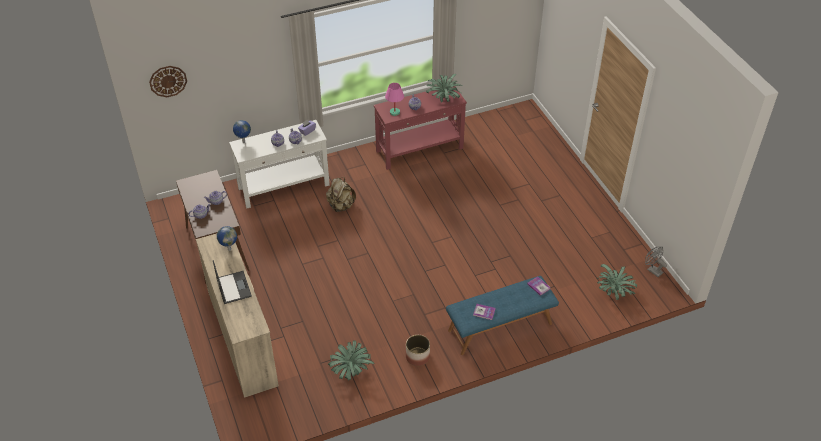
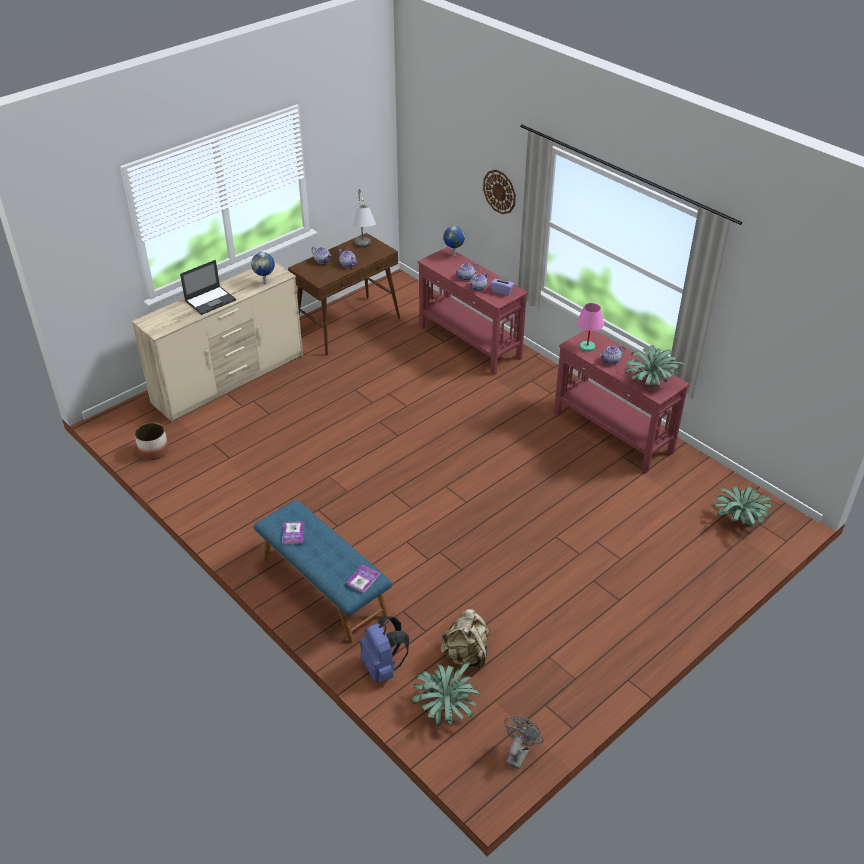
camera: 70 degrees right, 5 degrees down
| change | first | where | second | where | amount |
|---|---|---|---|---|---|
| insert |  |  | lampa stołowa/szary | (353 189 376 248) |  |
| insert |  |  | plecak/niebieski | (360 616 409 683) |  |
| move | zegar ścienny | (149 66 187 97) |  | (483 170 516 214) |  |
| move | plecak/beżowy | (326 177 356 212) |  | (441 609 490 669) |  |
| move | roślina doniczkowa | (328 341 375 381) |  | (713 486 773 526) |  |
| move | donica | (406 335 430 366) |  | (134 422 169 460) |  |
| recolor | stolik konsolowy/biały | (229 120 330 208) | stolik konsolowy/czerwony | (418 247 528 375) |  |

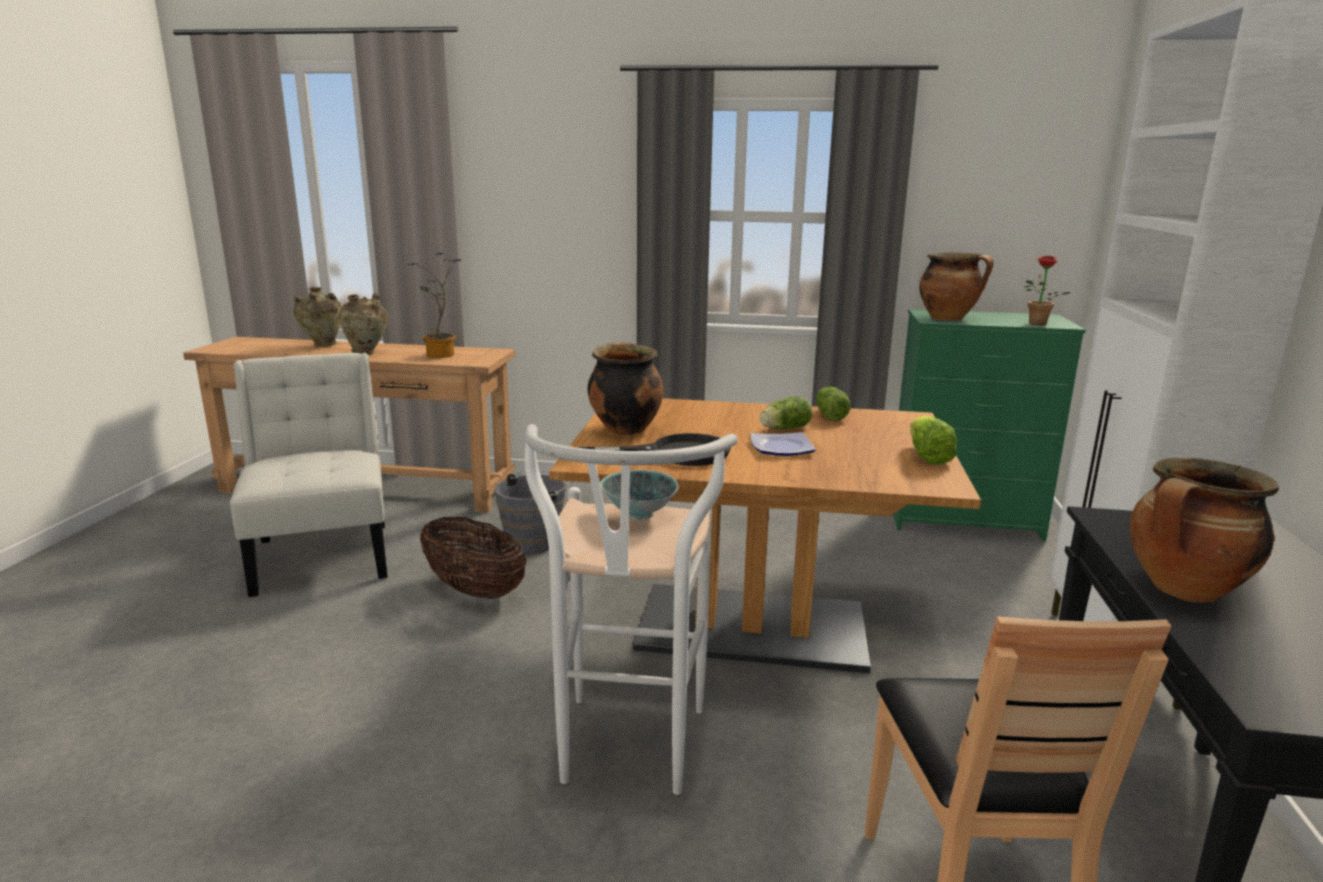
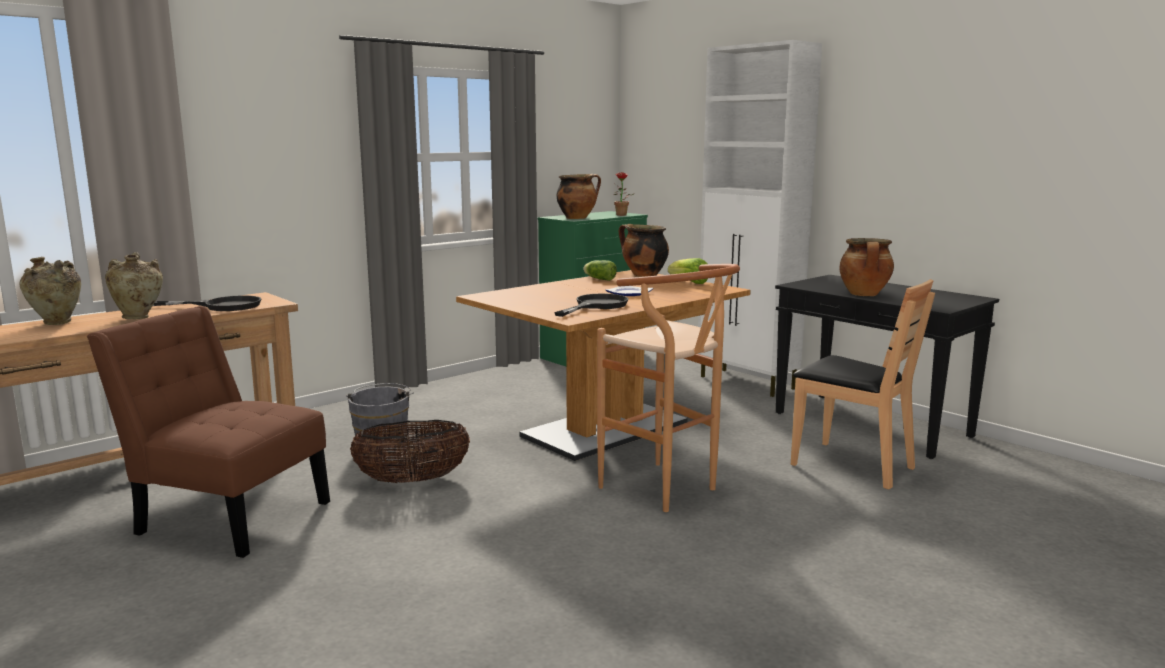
camera: 50 degrees left, 5 degrees down
| change | first | where | second | where | amount |
|---|---|---|---|---|---|
| delete | miska | (600 470 678 520) |  |  |  |
| delete | sałata | (759 396 812 429) |  |  |  |
| move | garnek | (587 342 663 436) |  | (618 224 669 277) |  |
| replace | roślina doniczkowa | (406 252 461 358) | patelnia/czarny | (154 295 261 311) |  |
| recolor | krzesło/biały | (230 353 388 597) | krzesło/brązowy | (87 306 330 558) |  |
| recolor | stołek/biały | (525 424 738 795) | stołek/brązowy | (597 264 740 512) |  |

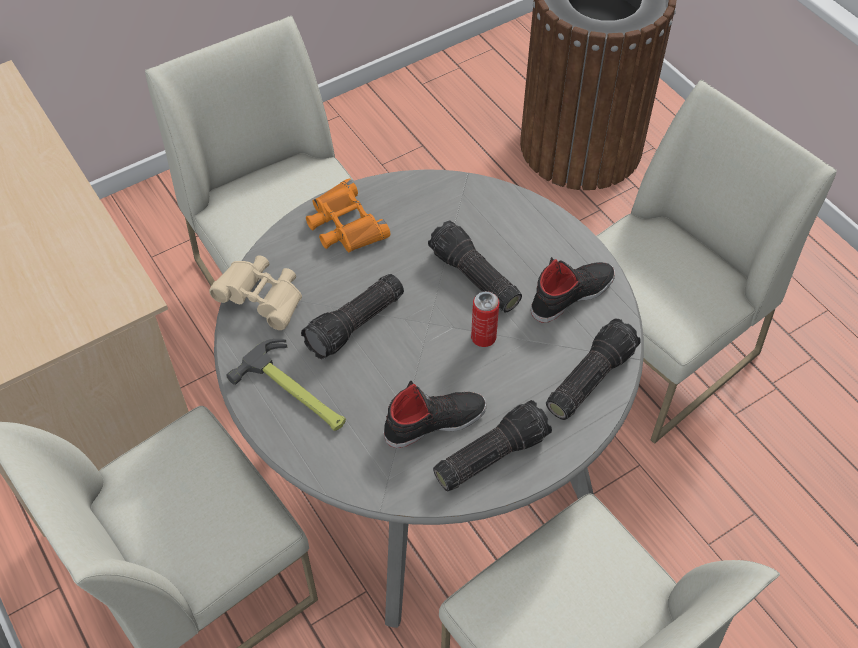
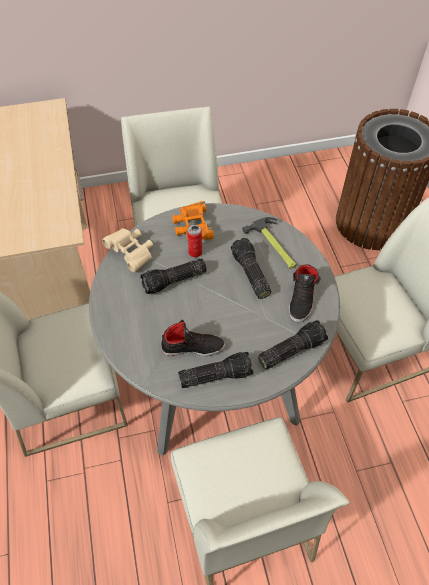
camera: 20 degrees right, 0 degrees up
| change | first | where | second | where | amount |
|---|---|---|---|---|---|
| move | młotek | (226 339 346 431) |  | (242 217 297 269) |  |
| move | puszka | (471 291 499 347) |  | (187 225 202 257) |  |
| rotate | but/czarny | (531 257 615 322) |  | (289 264 321 322) | 120 degrees clockwise |

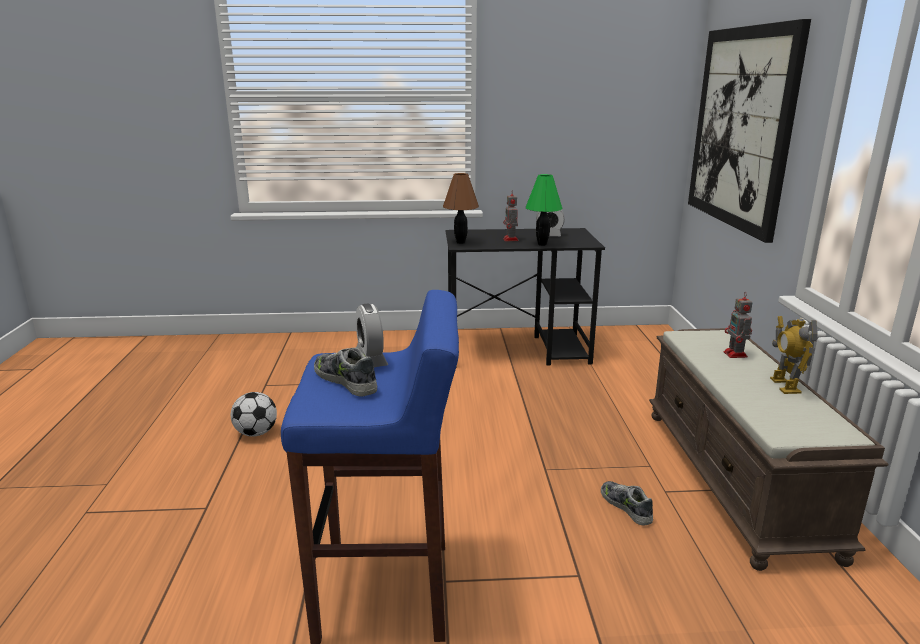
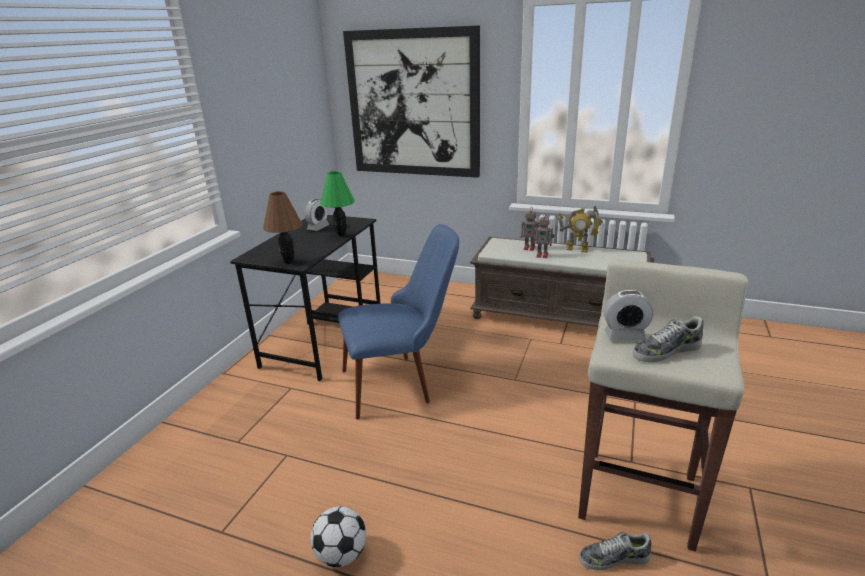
camera: 65 degrees left, 5 degrees up
| change | first | where | second | where | amount |
|---|---|---|---|---|---|
| insert |  |  | krzesło/niebieski | (338 224 459 419) |  |
| move | robot zabawkowy | (503 190 519 241) |  | (534 215 554 258) |  |
| move | but | (601 481 653 525) |  | (579 532 651 570) |  |
| recolor | stołek/niebieski | (281 290 459 644) | stołek/beżowy | (578 259 748 551) |  |

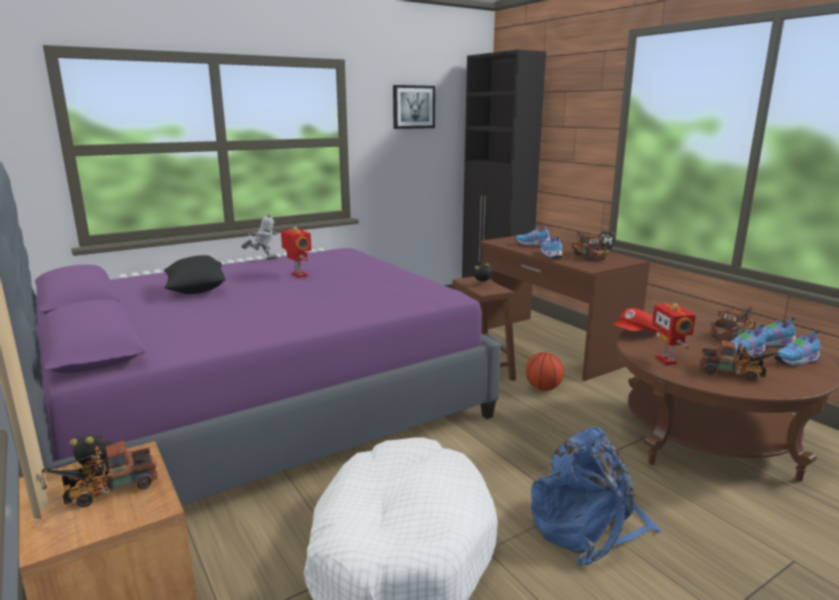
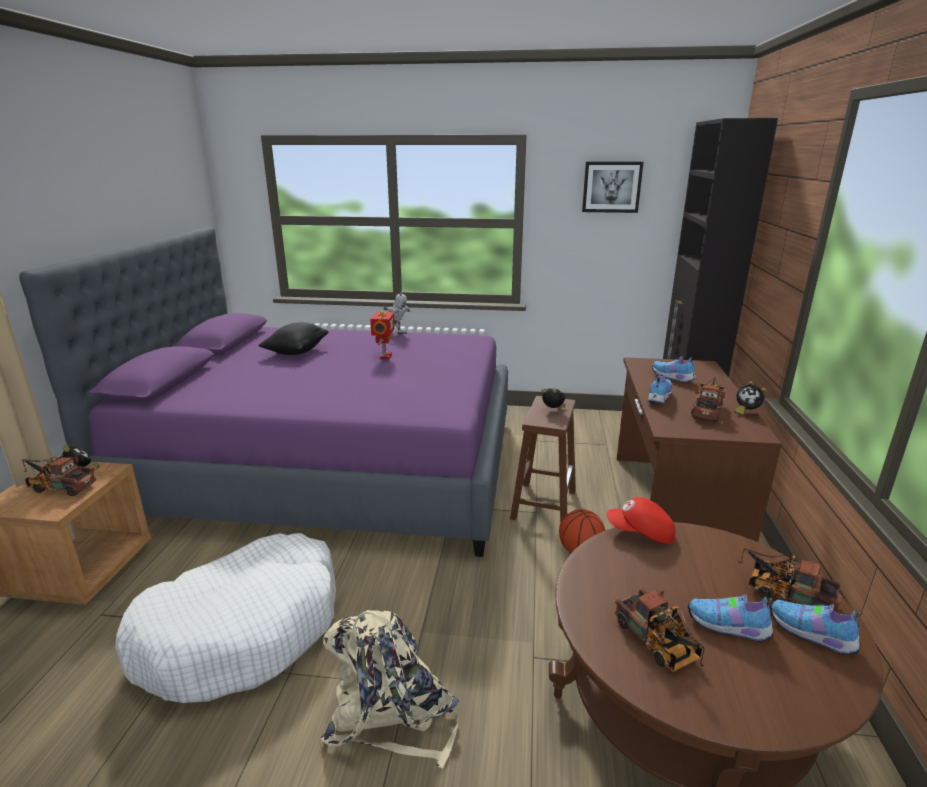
camera: 40 degrees right, 5 degrees up
| change | first | where | second | where | amount |
|---|---|---|---|---|---|
| delete | robot zabawkowy | (652 303 696 365) |  |  |  |
| delete | but | (774 331 821 366) |  |  |  |
| recolor | plecak/niebieski | (531 427 662 565) | plecak/beżowy | (321 610 459 769) |  |
| rotate | ciężarówka zabawkowa | (710 306 756 341) |  | (738 548 842 612) | 150 degrees counterclockwise |

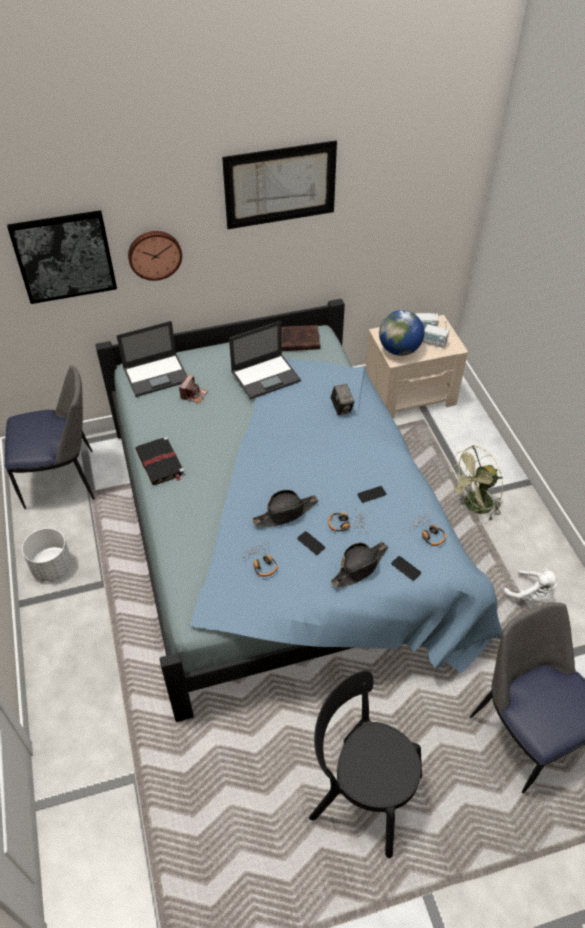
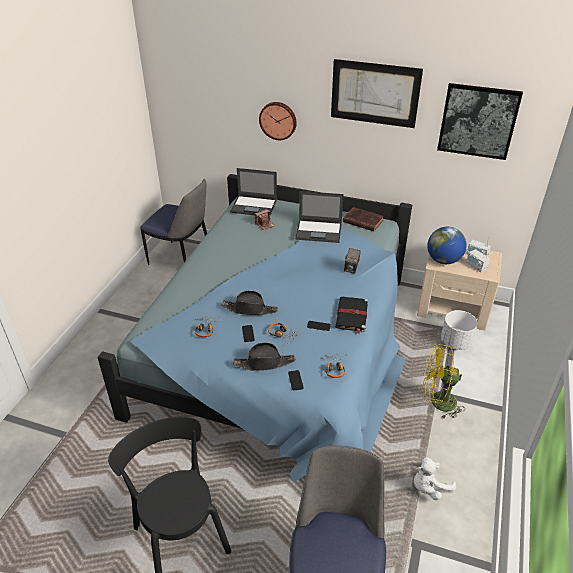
camera: 35 degrees right, 10 degrees down
| change | first | where | second | where | amount |
|---|---|---|---|---|---|
| move | obraz | (7 210 117 304) |  | (437 83 523 160) |  |
| move | donica/biały | (22 528 72 581) |  | (441 310 478 350) |  |
| move | książka/czarny | (135 436 185 485) |  | (335 297 368 334) |  |
| recolor | wentylator/zielony | (450 445 503 522) | wentylator/żółty | (423 344 465 418) |  |
| rotate | pluszak/biały | (503 568 557 604) |  | (414 458 456 500) | 75 degrees clockwise |

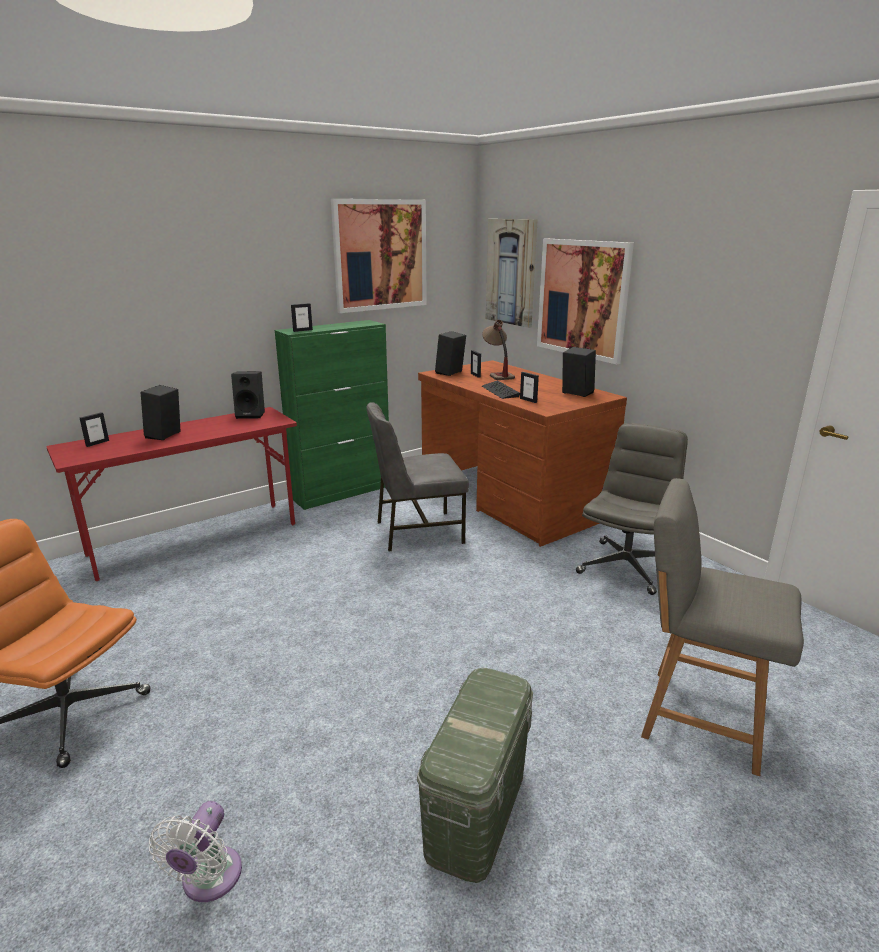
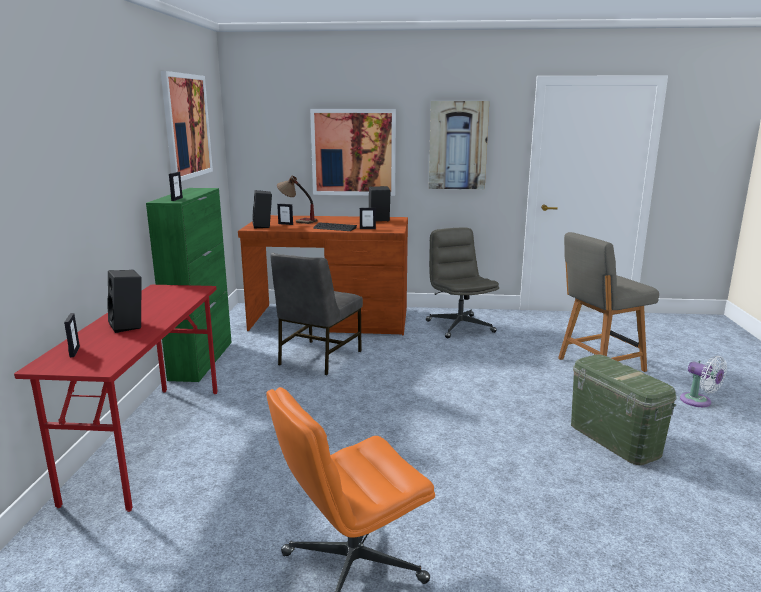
camera: 50 degrees left, 5 degrees down
| change | first | where | second | where | amount |
|---|---|---|---|---|---|
| delete | głośnik/czarny | (231 371 265 419) |  |  |  |
| move | wentylator/biały | (149 801 242 902) |  | (680 356 727 407) |  |
| move | obraz | (486 219 538 328) |  | (429 101 489 189) |  |

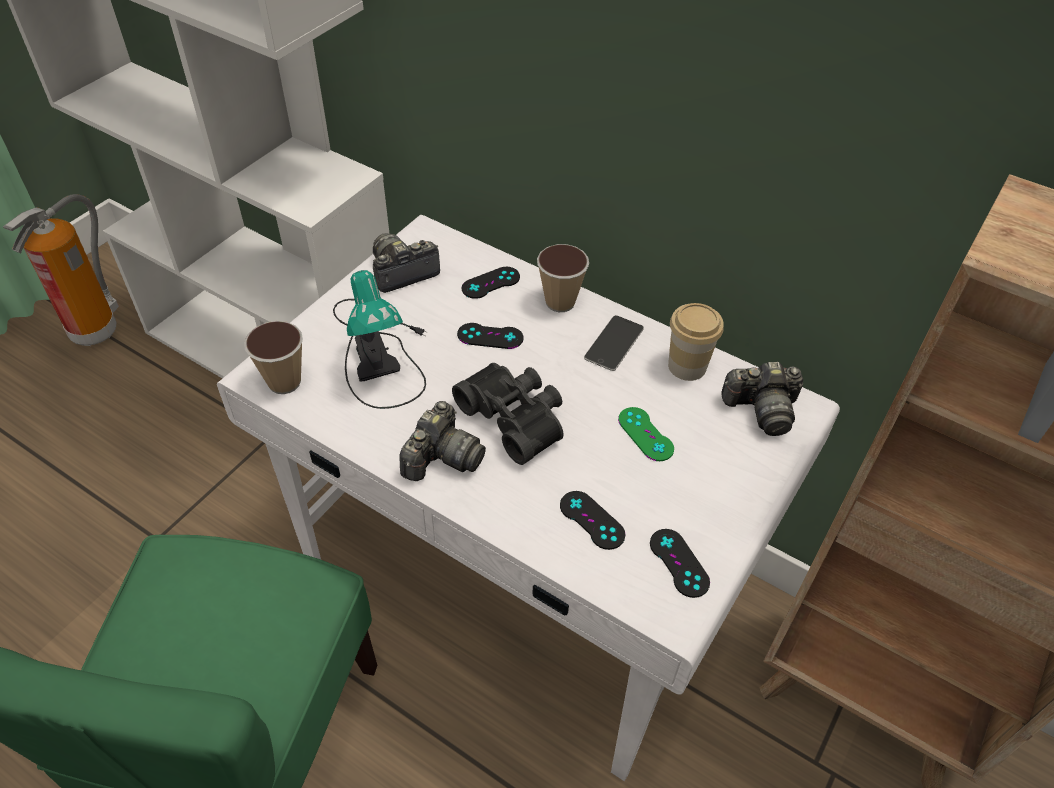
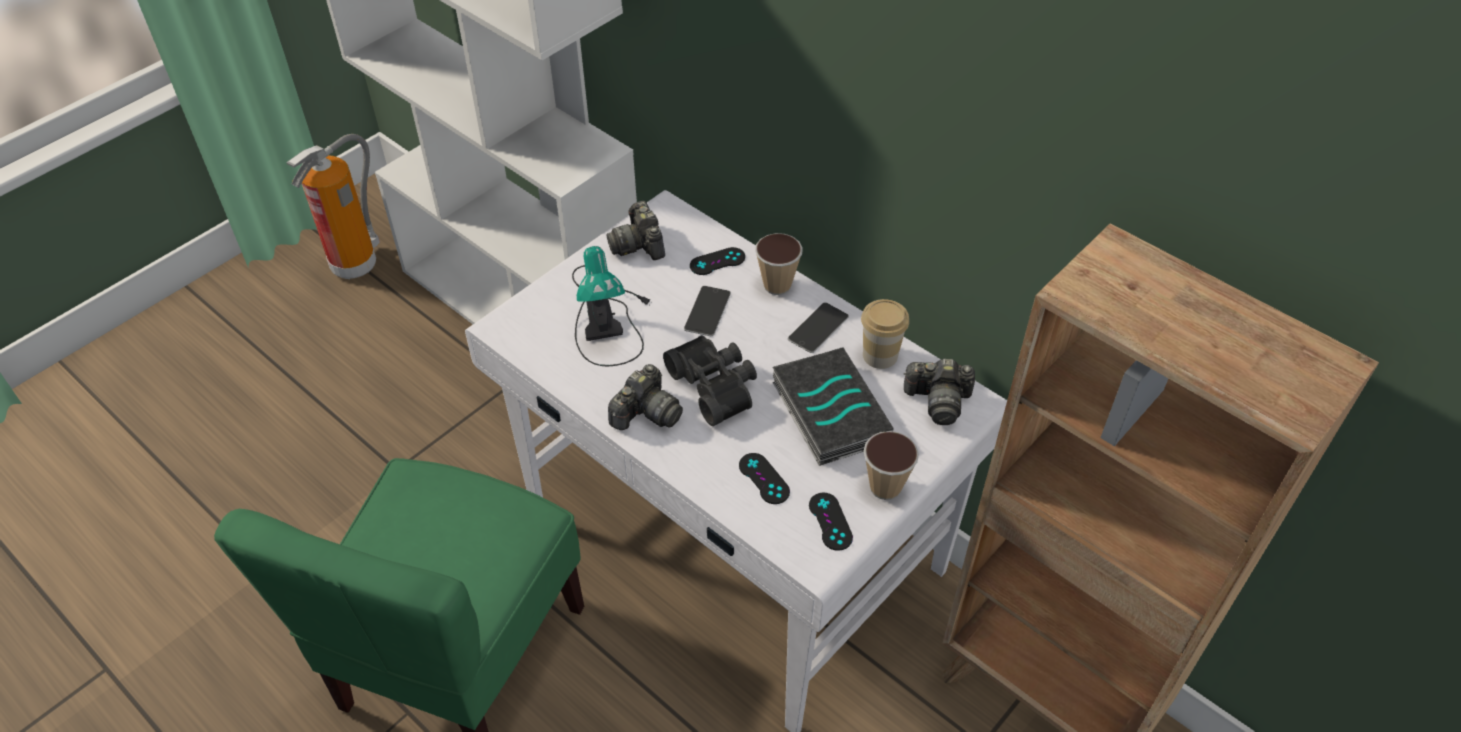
camera: 10 degrees right, 0 degrees up
| change | first | where | second | where | amount |
|---|---|---|---|---|---|
| move | filiżanka | (244 321 303 394) |  | (863 431 919 500) |  |
| replace | pad do gier/czarny | (457 323 523 349) | telefon | (684 286 731 336) |  |
| replace | pad do gier/zielony | (618 407 674 461) | książka | (773 347 894 466) |  |
| rotate | aparat fotograficzny | (373 233 440 293) |  | (606 201 665 260) | 90 degrees counterclockwise |

